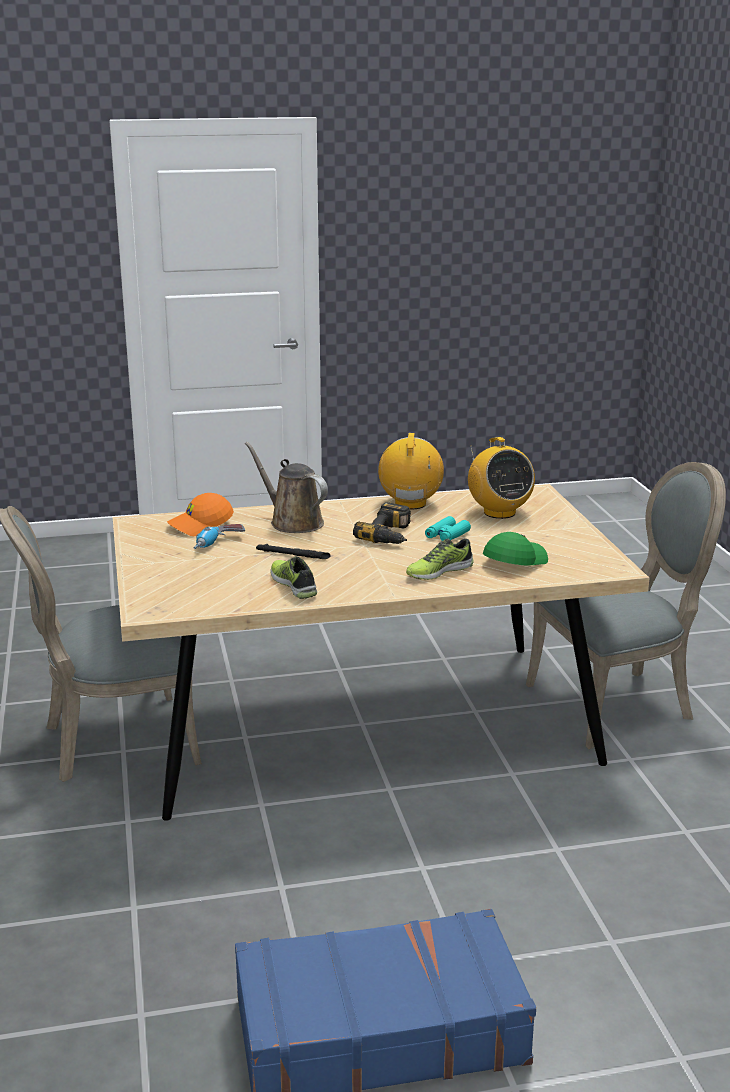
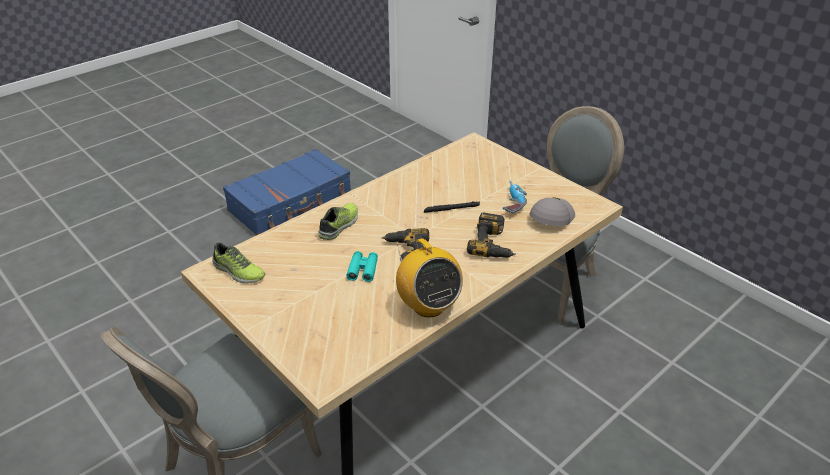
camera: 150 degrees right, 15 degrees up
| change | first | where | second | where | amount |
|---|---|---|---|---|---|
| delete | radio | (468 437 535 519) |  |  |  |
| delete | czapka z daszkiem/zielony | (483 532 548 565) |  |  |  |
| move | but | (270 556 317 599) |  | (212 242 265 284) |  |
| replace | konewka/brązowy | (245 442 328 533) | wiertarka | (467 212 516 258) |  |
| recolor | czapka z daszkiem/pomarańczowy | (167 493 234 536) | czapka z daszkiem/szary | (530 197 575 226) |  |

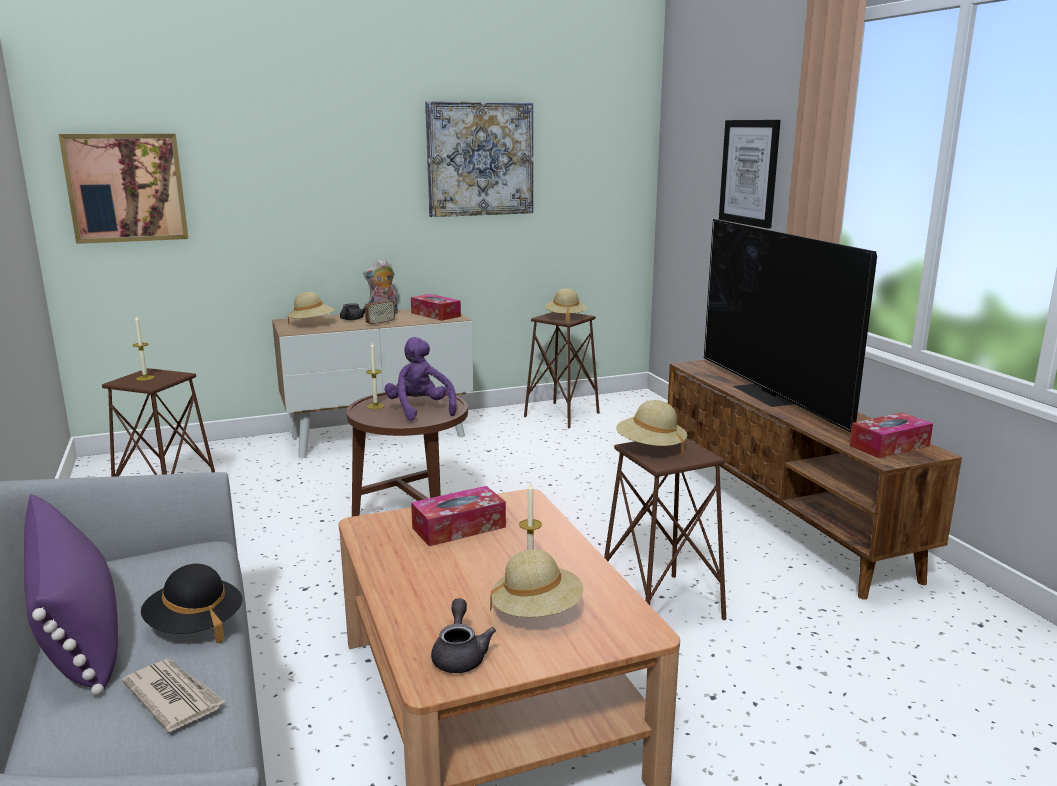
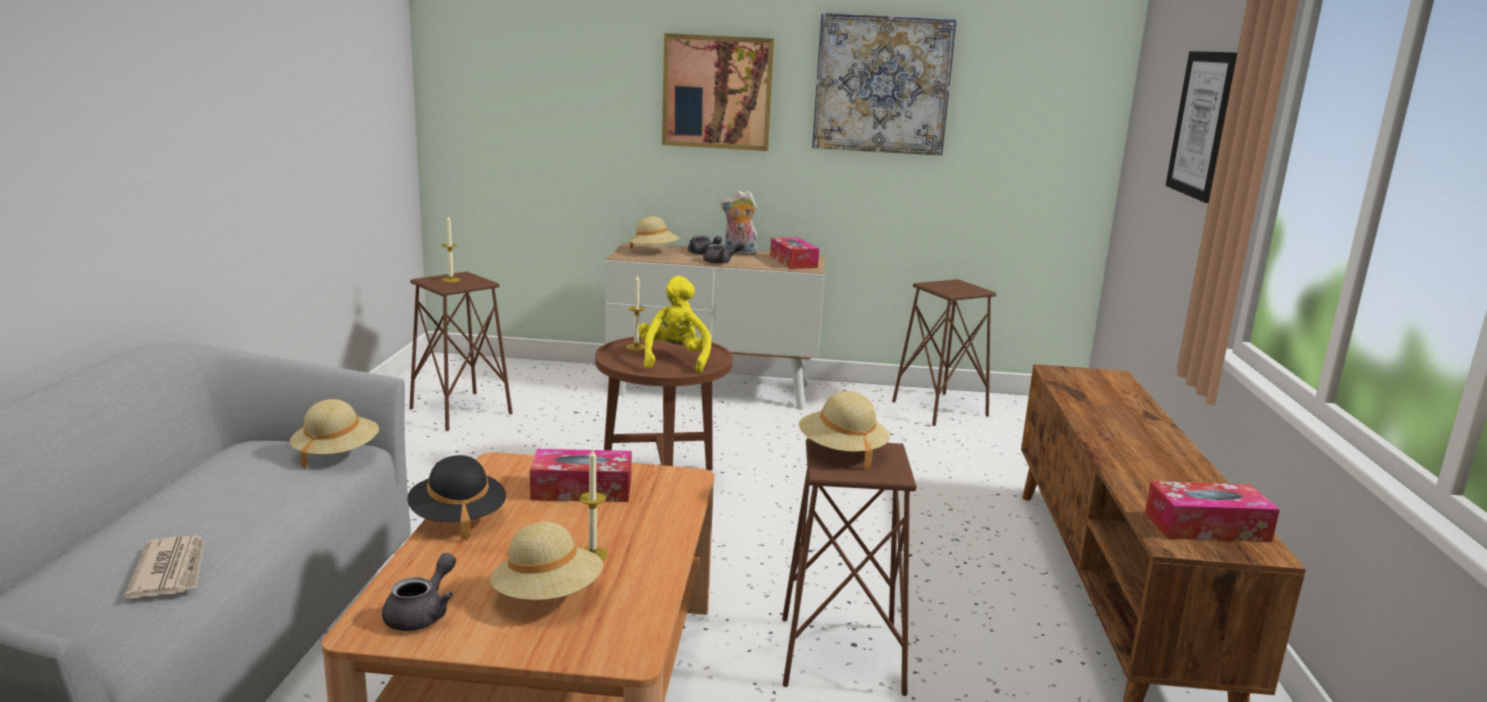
camera: 25 degrees right, 0 degrees up
| change | first | where | second | where | amount |
|---|---|---|---|---|---|
| delete | poduszka/fioletowy | (24 494 118 696) |  |  |  |
| delete | telewizor | (704 219 877 432) |  |  |  |
| move | obraz | (59 134 188 244) |  | (662 33 774 151) |  |
| move | kapelusz/czarny | (141 564 242 643) |  | (407 455 506 540) |  |
| move | kapelusz/beżowy | (545 288 587 322) |  | (290 399 379 470) |  |
| replace | radio | (365 286 395 326) | imbryk/szary | (703 241 745 264) |  |
| recolor | pluszak/fioletowy | (384 337 457 421) | pluszak/żółty | (638 276 712 373) |  |

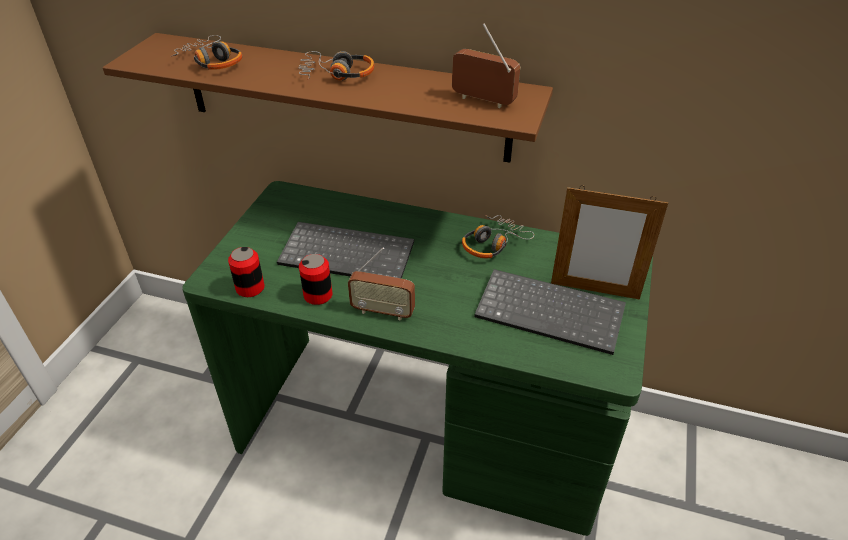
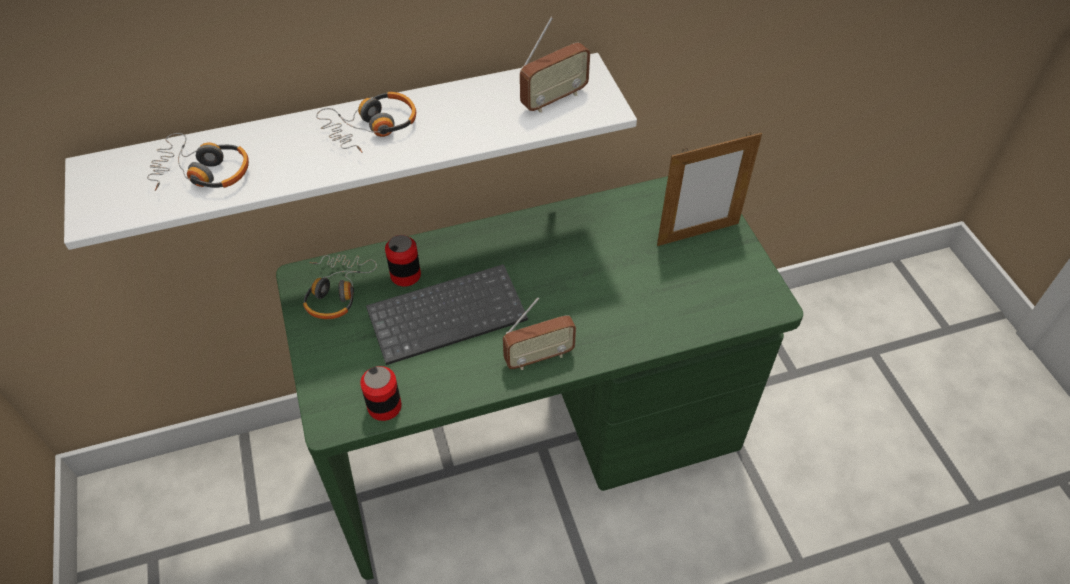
camera: 35 degrees left, 10 degrees up
| change | first | where | second | where | amount |
|---|---|---|---|---|---|
| delete | klawiatura | (474 269 626 355) |  |  |  |
| move | puszka | (299 254 333 305) |  | (385 235 421 287) |  |
| move | słuchawki | (462 215 534 258) |  | (303 255 377 319) |  |
| recolor | półka/brązowy | (103 33 553 163) | półka/biały | (64 53 637 250) |  |
| rotate | radio | (452 23 520 108) |  | (520 17 590 113) | 150 degrees clockwise |

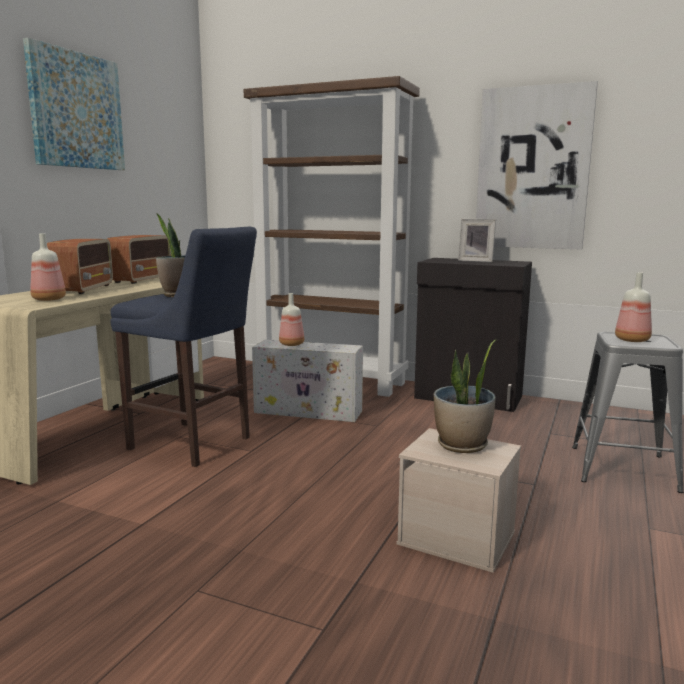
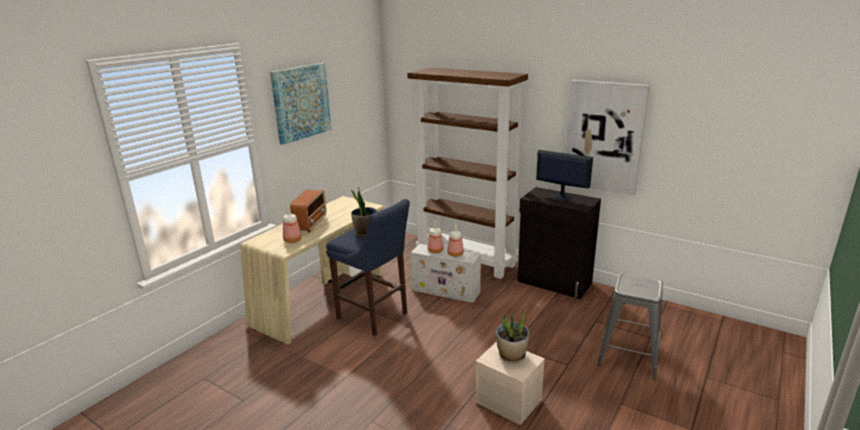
camera: 10 degrees right, 10 degrees up
| change | first | where | second | where | amount |
|---|---|---|---|---|---|
| delete | radio | (107 235 171 284) |  |  |  |
| move | butelka | (615 272 652 342) |  | (447 223 464 257) |  |
| replace | ramka na zdjęcie | (458 219 496 262) | monitor | (536 150 593 201) |  |

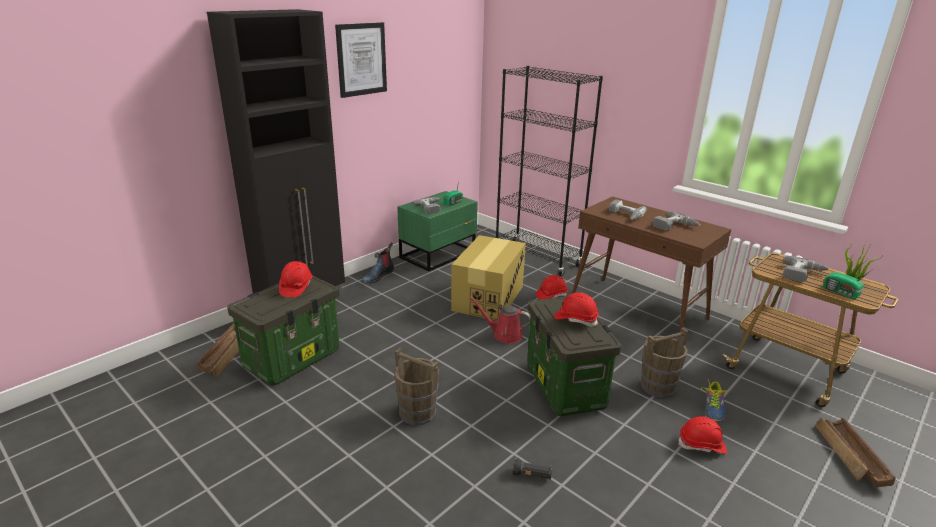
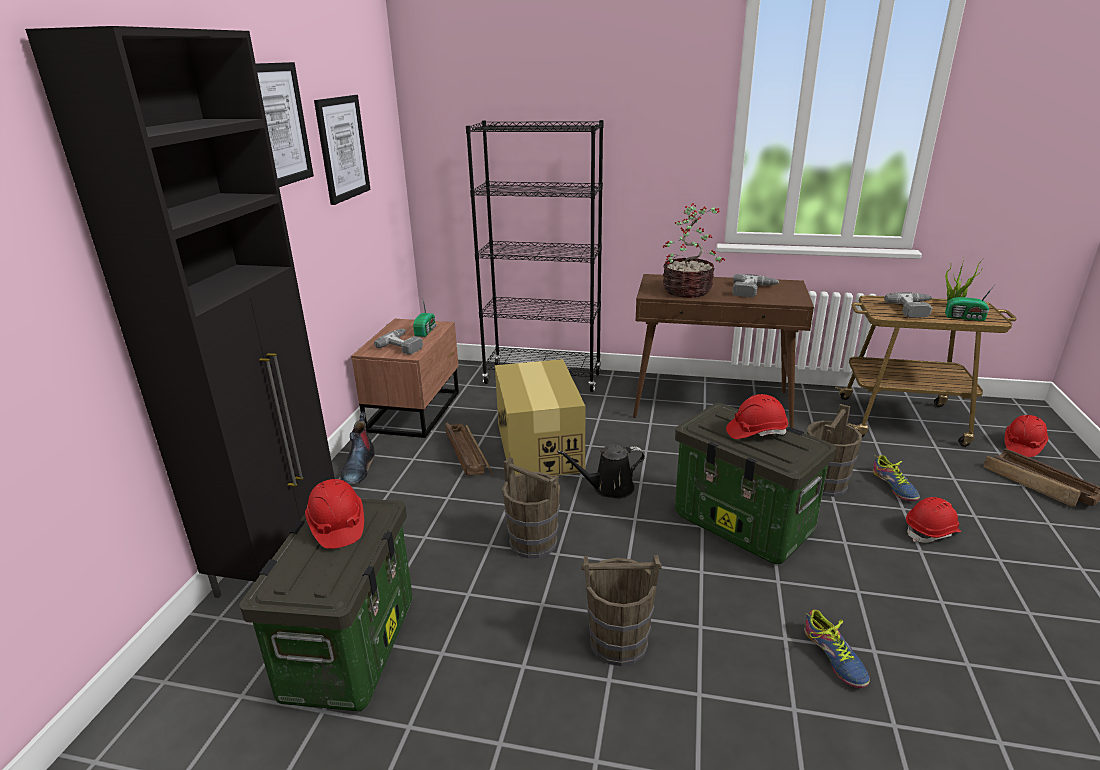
camera: 30 degrees left, 0 degrees up
| change | first | where | second | where | amount |
|---|---|---|---|---|---|
| insert |  |  | obraz | (314 95 370 205) |  |
| insert |  |  | wiadro/brązowy | (502 457 560 558) |  |
| move | skrzynka | (197 323 239 377) |  | (445 423 493 476) |  |
| move | kask/czerwony | (536 275 568 300) |  | (1005 415 1049 457) |  |
| replace | latarka/czarny | (512 458 552 479) | but | (804 610 870 688) |  |
| replace | wiertarka | (609 200 647 220) | roślina doniczkowa | (663 203 726 298) |  |
| recolor | szafka nocna/zielony | (397 191 478 271) | szafka nocna/brązowy | (351 319 459 438) |  |
| recolor | konewka/czerwony | (470 297 531 344) | konewka/czarny | (557 445 645 498) |  |

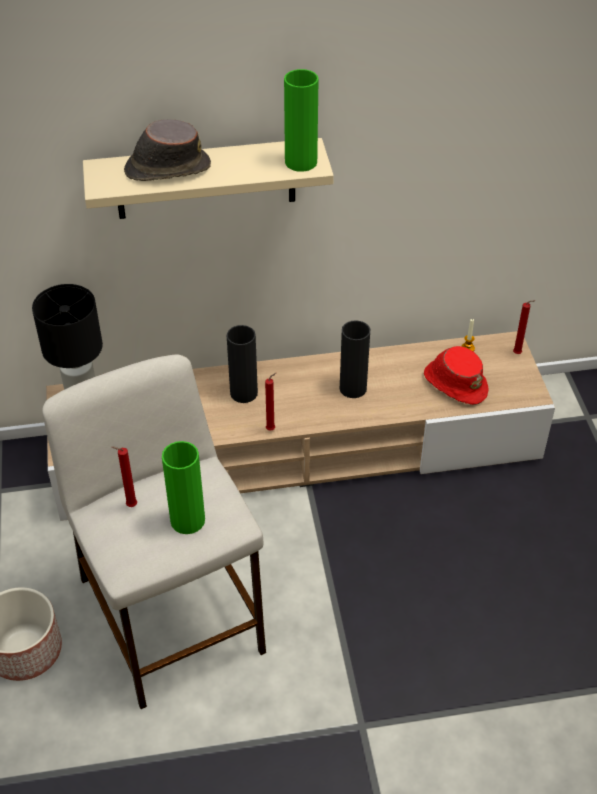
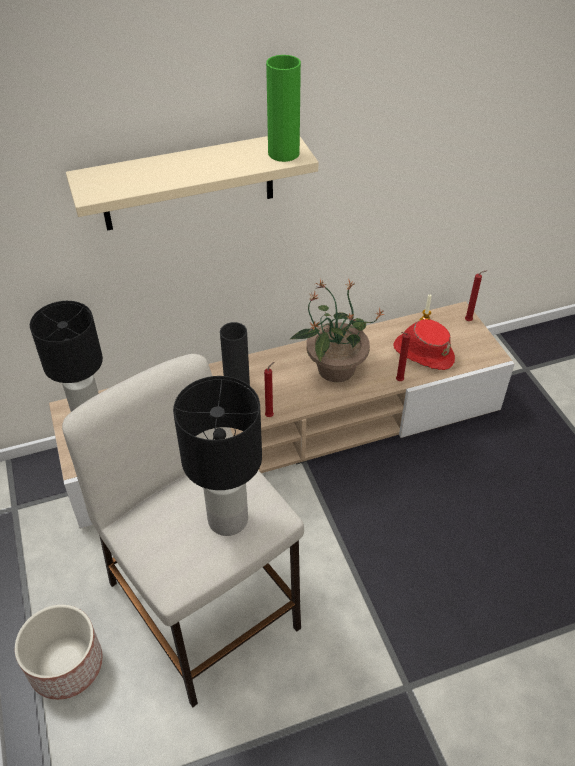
camera: 10 degrees left, 0 degrees up
| change | first | where | second | where | amount |
|---|---|---|---|---|---|
| delete | kapelusz/brązowy | (124 119 211 181) |  |  |  |
| move | świeca/czerwony | (111 447 137 507) |  | (396 332 410 381) |  |
| replace | wazon/zielony | (162 441 205 534) | lampa stołowa/czarny | (173 376 262 536) |  |
| replace | wazon/czarny | (340 320 370 398) | roślina doniczkowa | (289 279 385 382) |  |

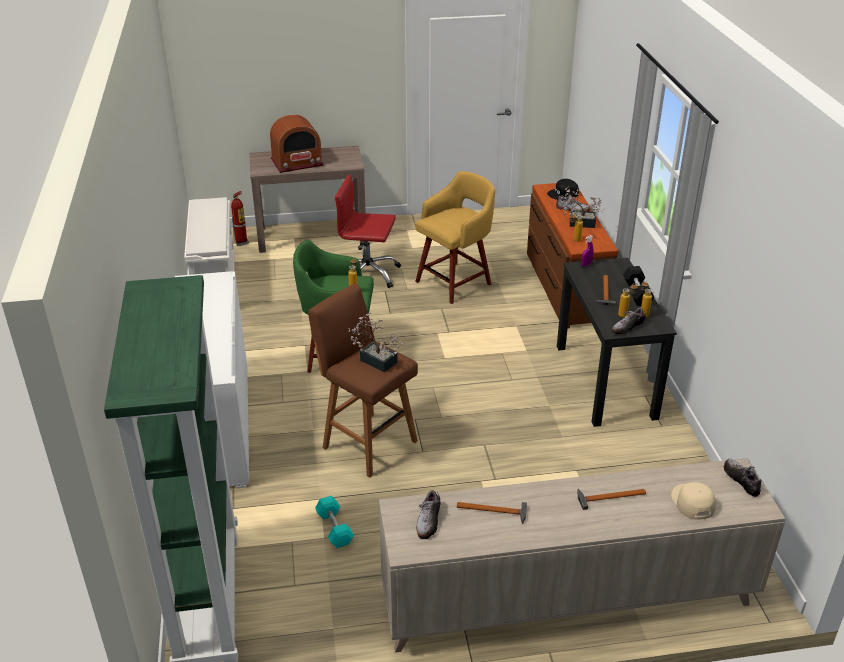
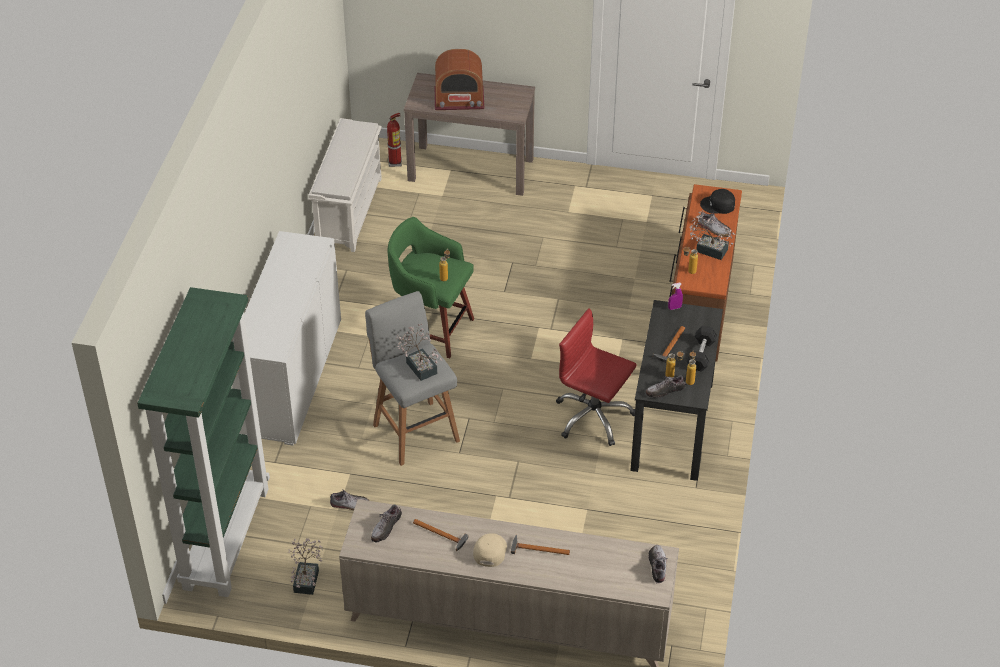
camera: 20 degrees right, 10 degrees up
| change | first | where | second | where | amount |
|---|---|---|---|---|---|
| delete | stołek/żółty | (415 171 495 304) |  |  |  |
| insert |  |  | roślina doniczkowa | (288 538 323 595) |  |
| move | krzesło biurowe/czerwony | (335 175 401 288) |  | (556 309 636 446) |  |
| move | czapka z daszkiem/beżowy | (671 482 716 520) |  | (473 533 507 567) |  |
| replace | hantel/turkusowy | (315 496 354 548) | but | (330 489 369 510) |  |
| recolor | stołek/brązowy | (308 284 418 478) | stołek/szary | (365 291 460 466) |  |

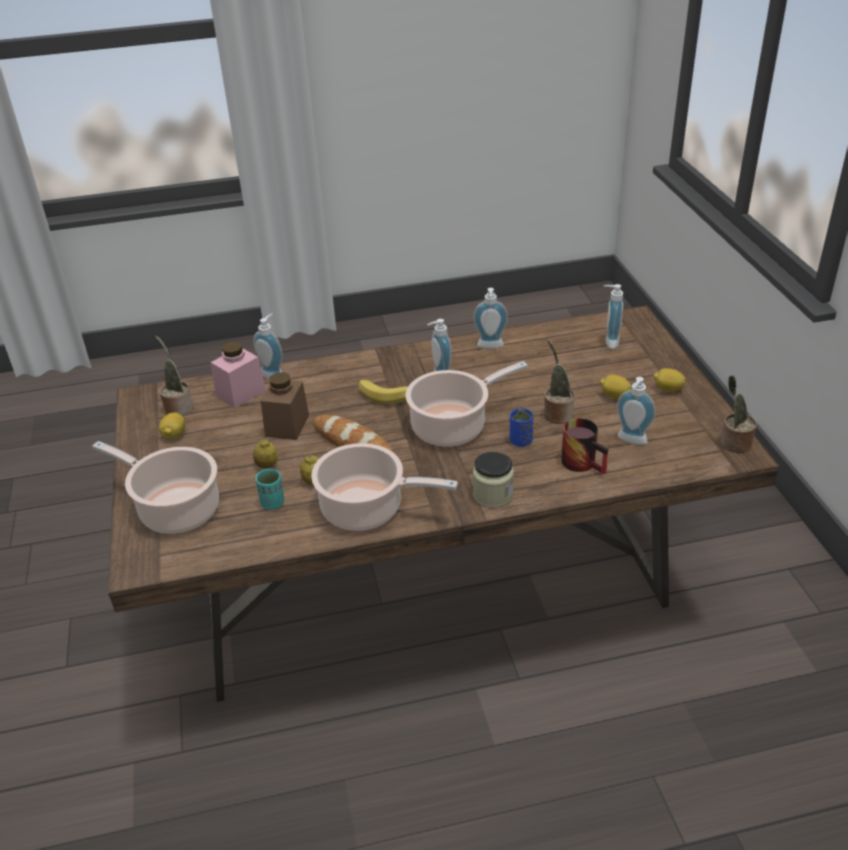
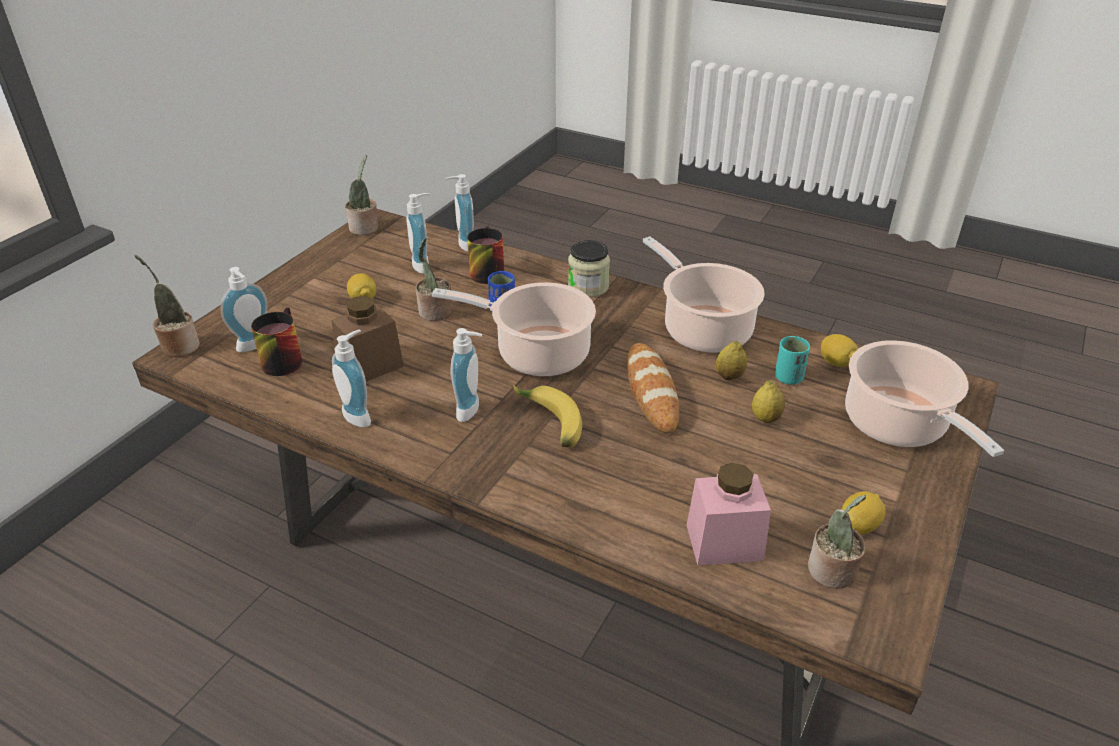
camera: 140 degrees left, 0 degrees up
| change | first | where | second | where | amount |
|---|---|---|---|---|---|
| insert |  |  | roślina doniczkowa | (134 255 200 357) |  |
| insert |  |  | kubek | (251 308 302 376) |  |
| move | dozownik mydła | (254 314 283 380) |  | (446 174 474 252) |  |
| move | słoik/brązowy | (261 372 309 440) |  | (331 296 404 382) |  |
| move | cytryna | (654 368 686 392) |  | (821 334 858 367) |  |

